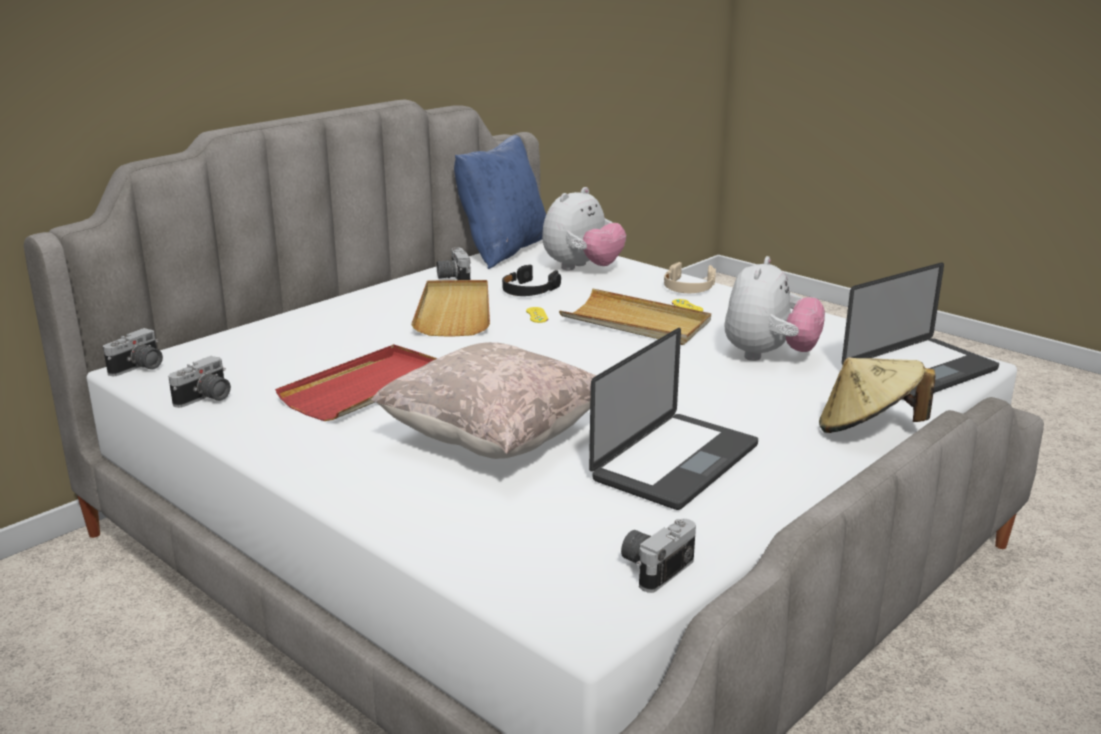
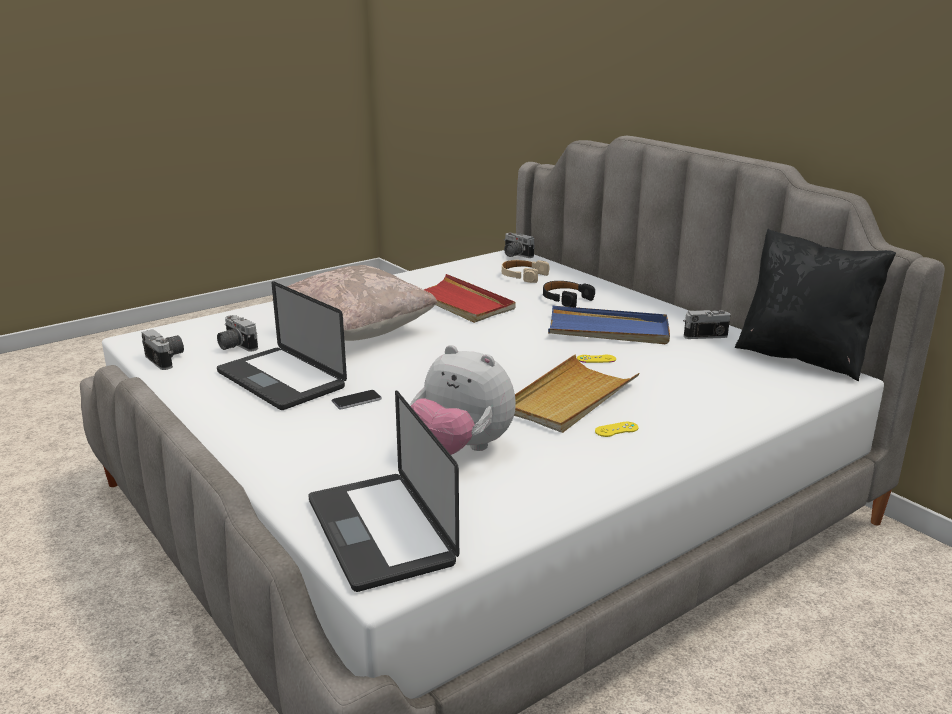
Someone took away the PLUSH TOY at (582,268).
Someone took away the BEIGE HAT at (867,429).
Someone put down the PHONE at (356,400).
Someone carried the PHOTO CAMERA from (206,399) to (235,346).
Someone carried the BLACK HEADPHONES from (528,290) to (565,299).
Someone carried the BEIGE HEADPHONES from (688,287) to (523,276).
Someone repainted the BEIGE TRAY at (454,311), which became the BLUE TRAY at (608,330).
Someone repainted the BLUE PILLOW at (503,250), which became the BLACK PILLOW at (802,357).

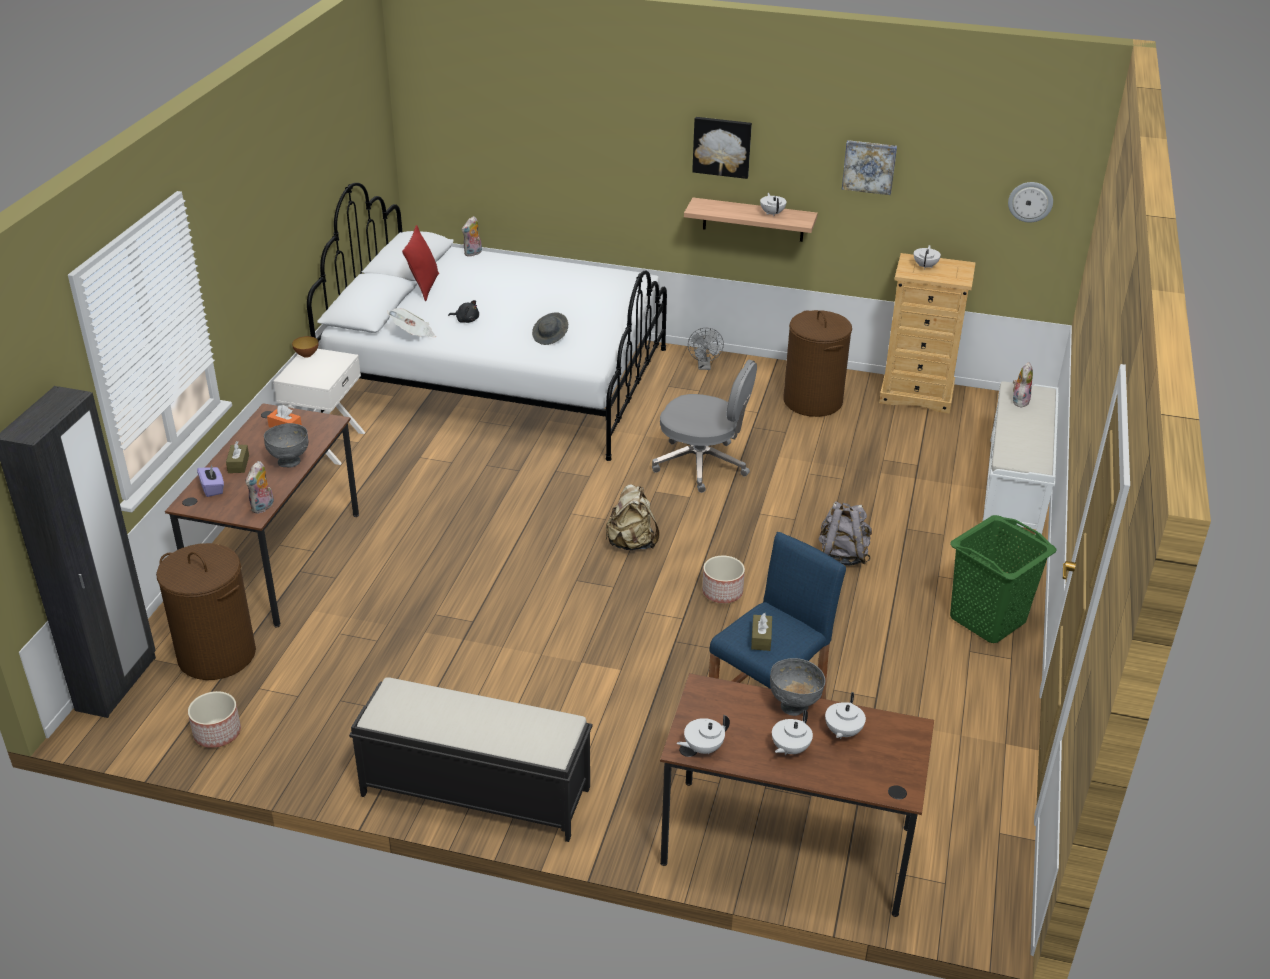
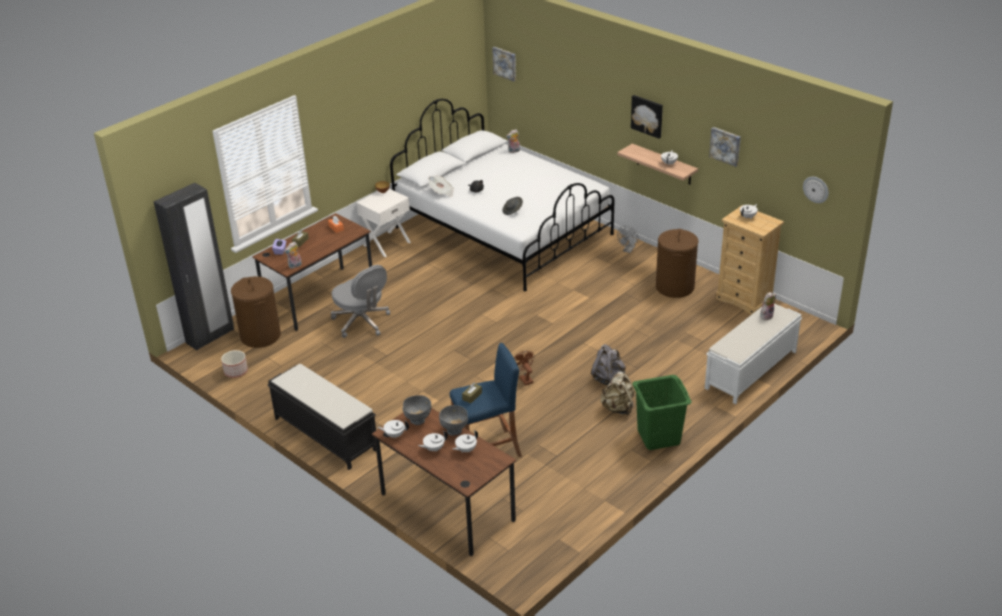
Someone took away the RED PILLOW at (424,287).
Someone put up the PICTURE at (505,63).
Someone carried the GREY BOWL from (290,462) to (418,421).
Someone carried the BEIGE BACKPACK from (631,543) to (618,408).
Someone carried the GREY OFFICE CHAIR from (702,465) to (362,322).
Someone swapped the PLANTER at (722,593) for the BROWN FAN at (524,378).

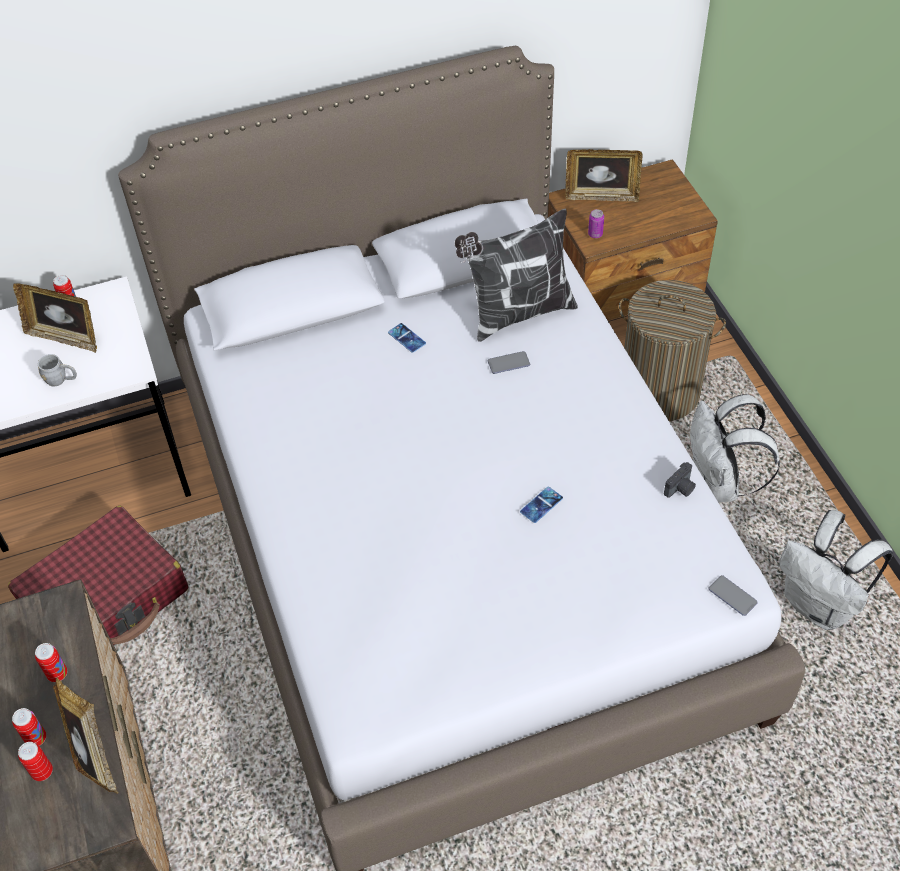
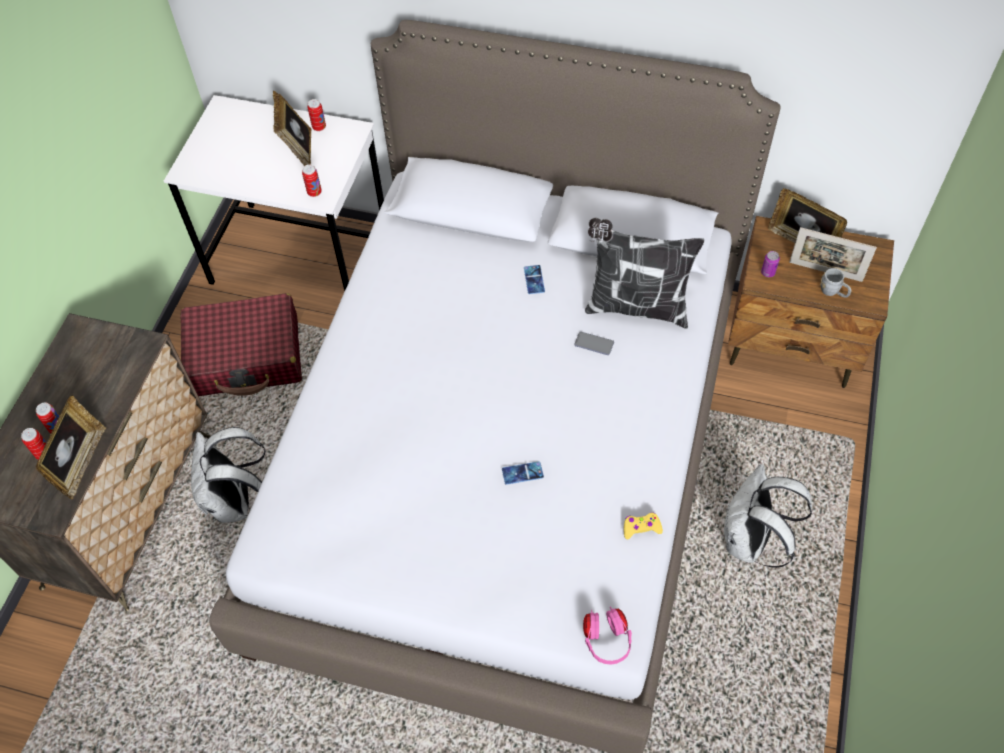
Someone took away the LAUNDRY BASKET at (659,391).
Someone put down the PICTURE FRAME at (825,271).
Someone carried the CAN from (57,674) to (314,192).
Someone carried the GREY MUG from (61,380) to (833,292).
Someone carried the WHITE BACKPACK from (819,605) to (236,502).
Someone swapped the PHOTO CAMERA at (680,489) for the YELLOW GAME CONTROLLER at (641,527).
Someone swapped the PHONE at (732,596) for the PINK HEADPHONES at (606,640).

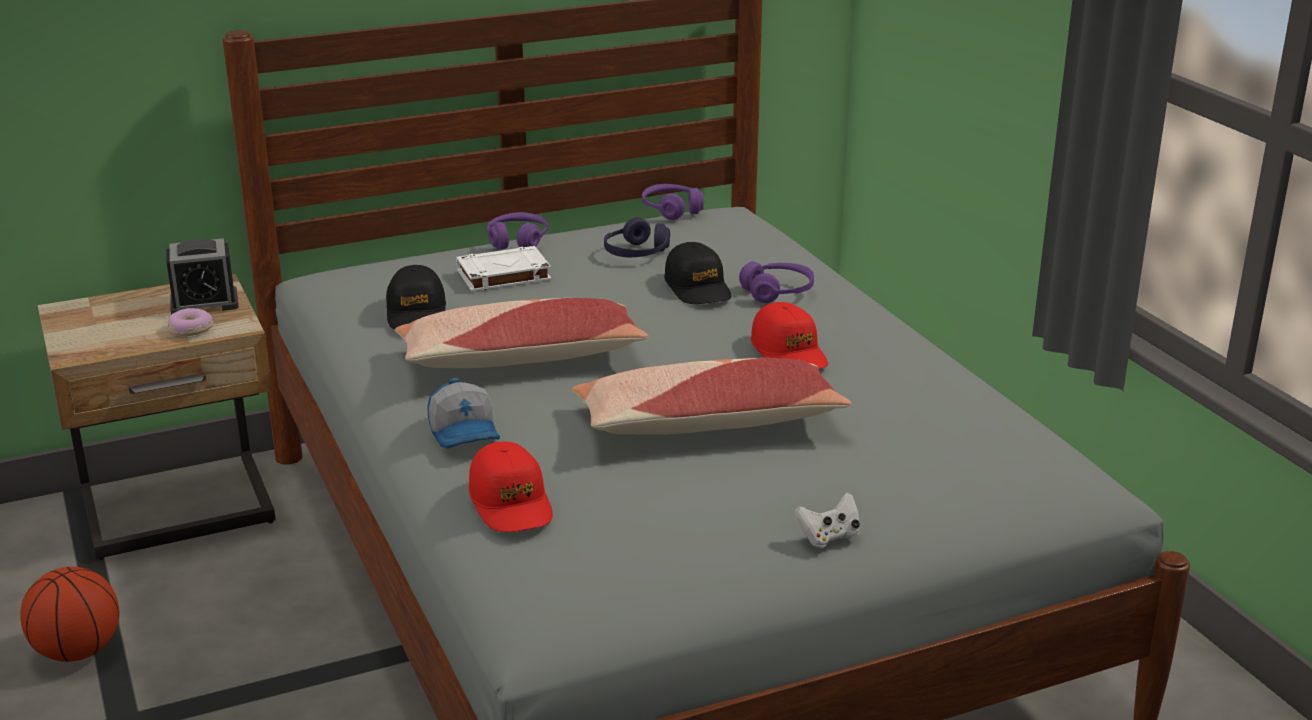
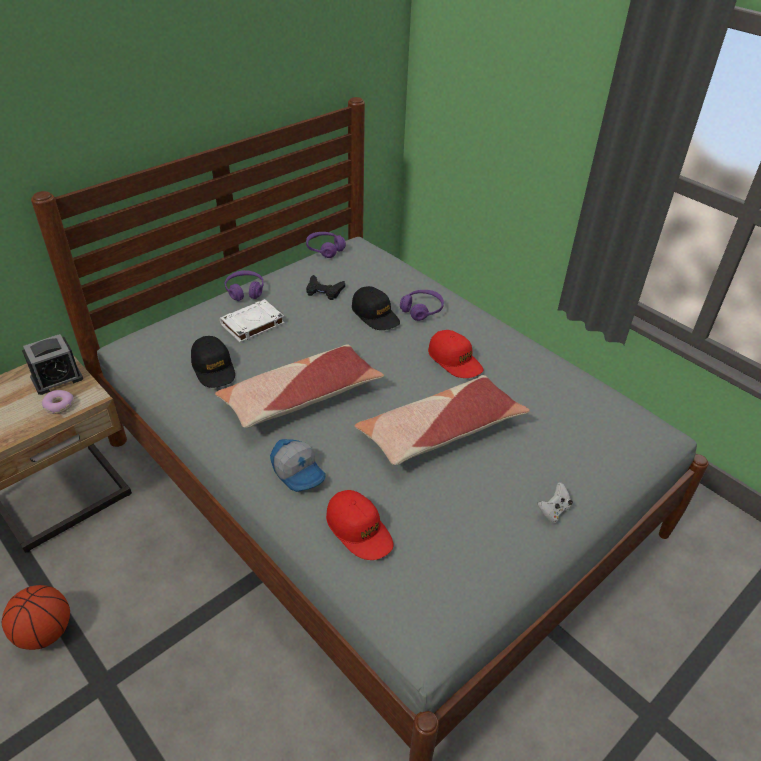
Someone swapped the PURPLE HEADPHONES at (636,253) for the BLACK GAME CONTROLLER at (324,291).

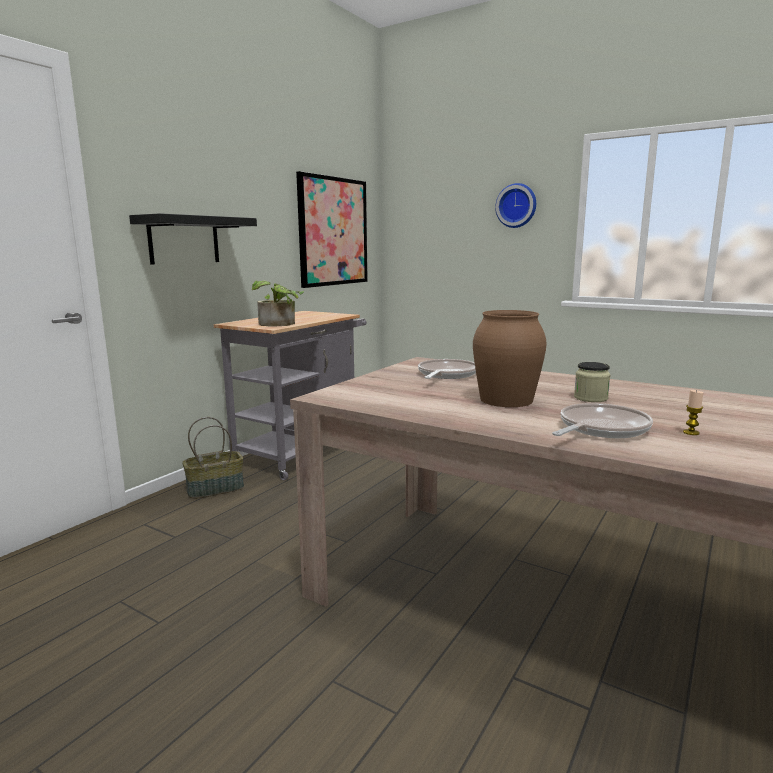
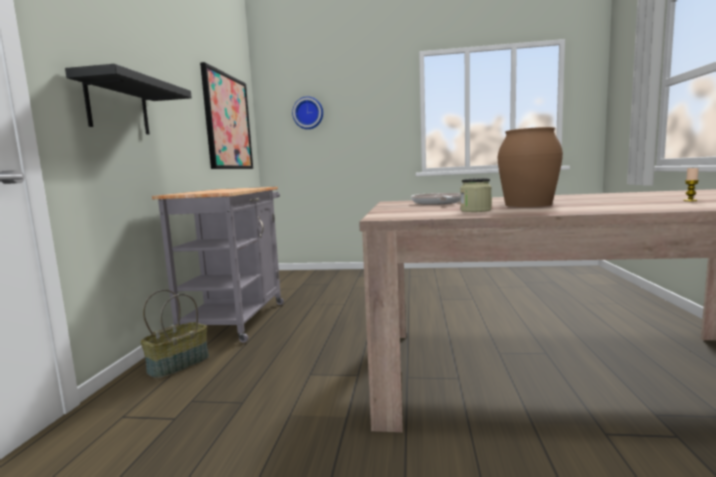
Someone took away the POTTED PLANT at (278,324).
Someone took away the FRYING PAN at (600,429).
Someone carried the WALL CLOCK from (516,206) to (308,113).
Someone carried the JAR from (590,398) to (475,210).

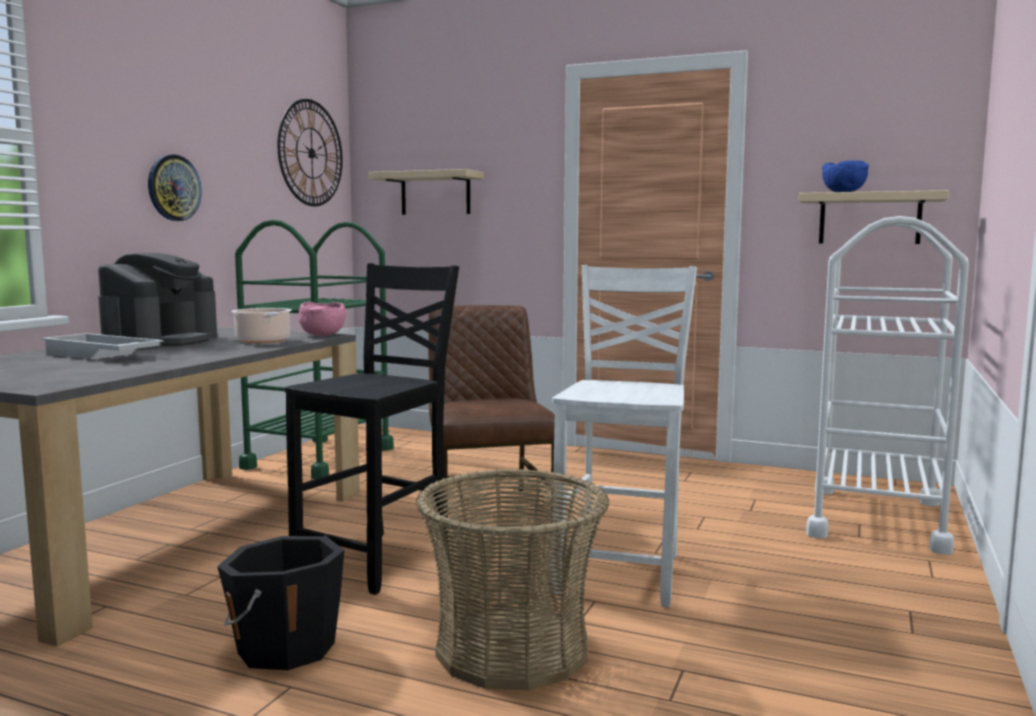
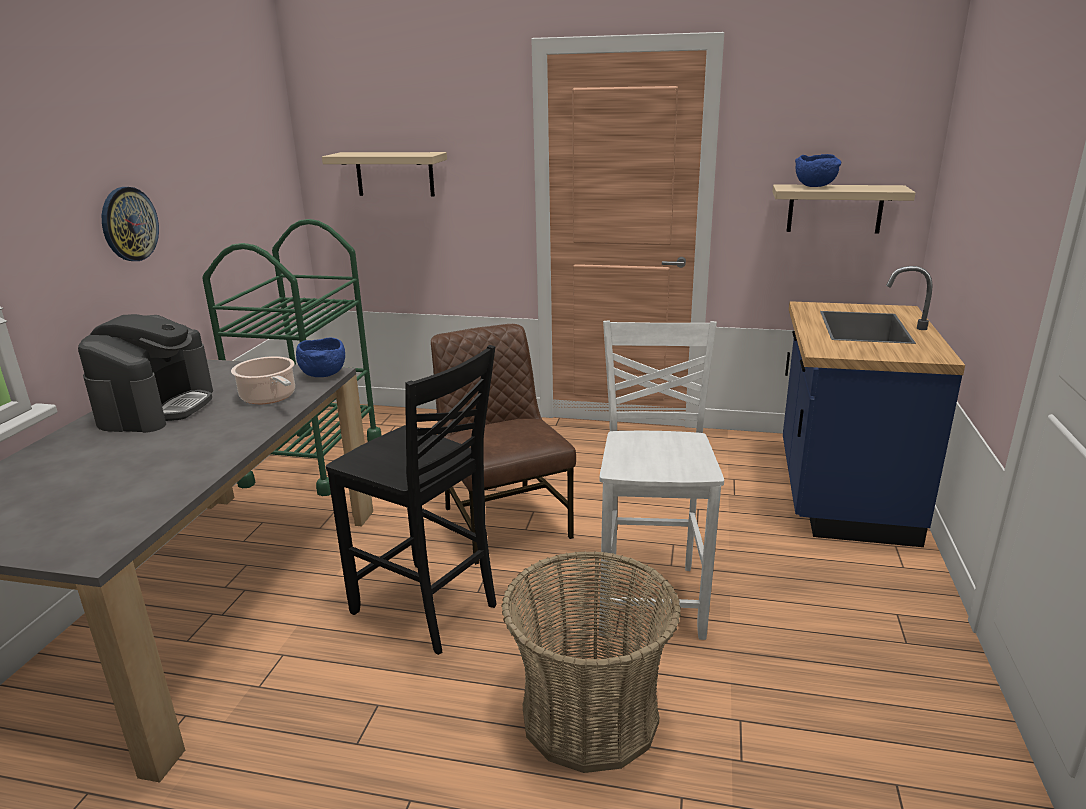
Someone took away the WHITE TRAY at (100,355).
Someone took away the BLACK BUCKET at (284,647).
Someone took away the WALL CLOCK at (311,153).
Someone swapped the WHITE CART at (877,519) for the BLUE COUNTER at (840,495).
Someone repainted the PINK BOWL at (323,335), which became the BLUE BOWL at (323,374).
Someone rotated the BLACK CHAIR at (378,560) by 105 degrees clockwise.

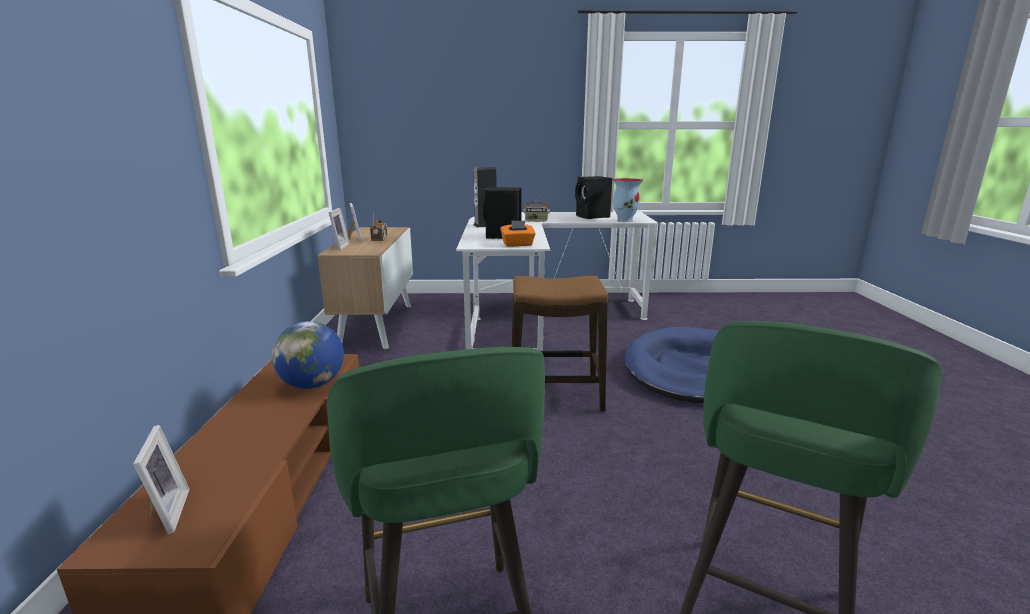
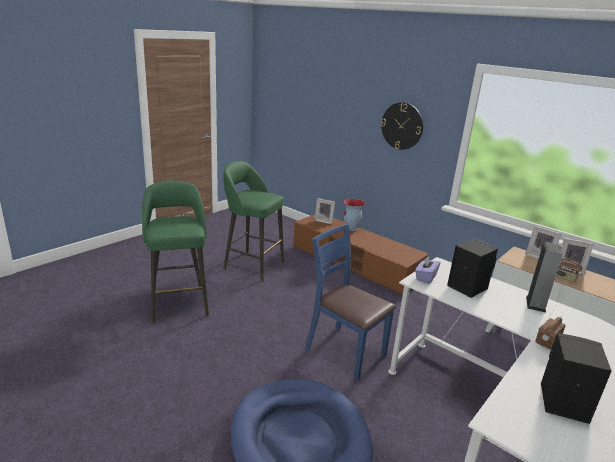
Someone took away the GLOBE at (312,384).
Someone put up the WALL CLOCK at (402,126).
Someone carried the VASE from (625,220) to (351,228).
Someone swapped the STOOL at (554,396) for the BLUE CHAIR at (344,351).
Someone repainted the ORANGE TISSUE BOX at (517,245), which became the PURPLE TISSUE BOX at (425,277).

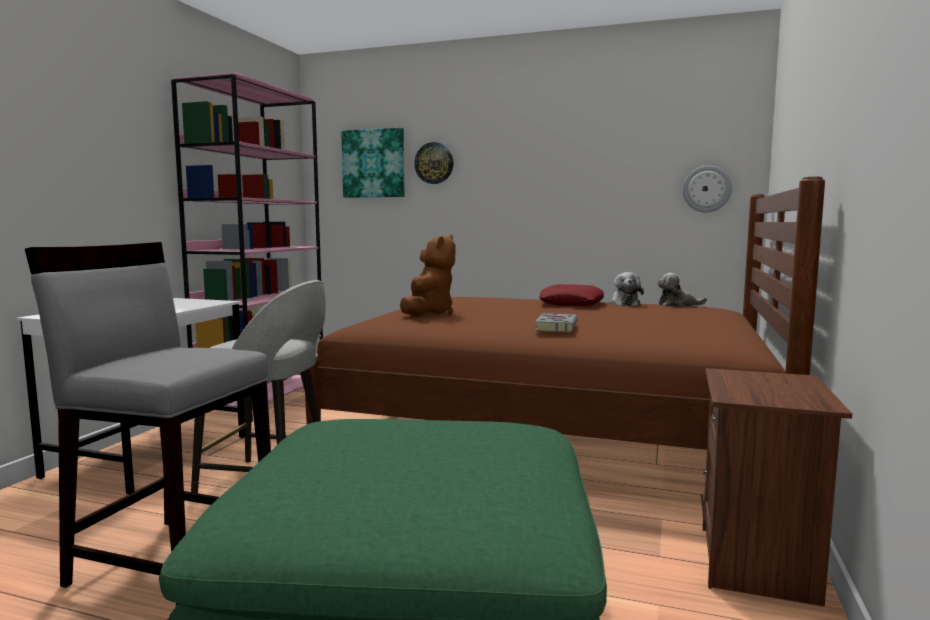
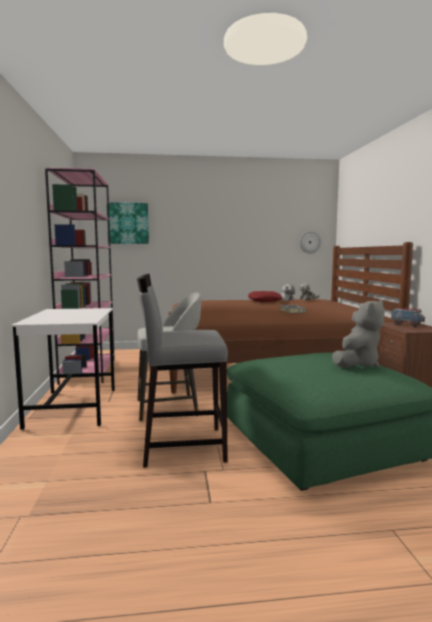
Someone took away the BROWN PLUSH TOY at (428,313).
Someone took away the WALL CLOCK at (434,163).
Someone put down the GREY PLUSH TOY at (356,364).
Someone put down the TOY TRUCK at (407,325).

